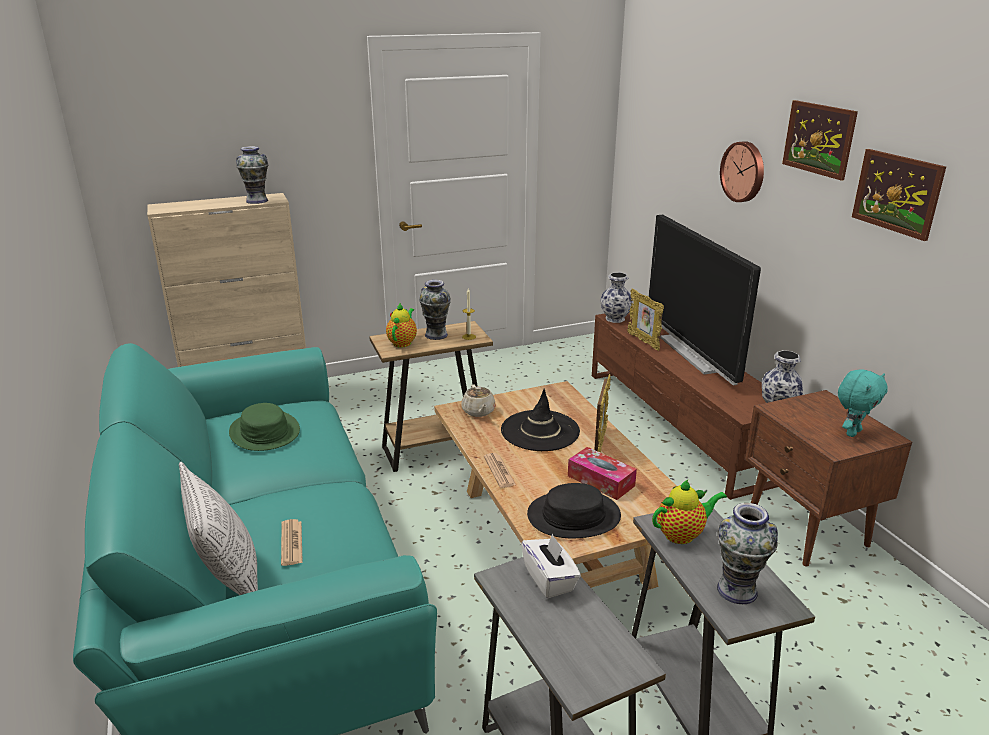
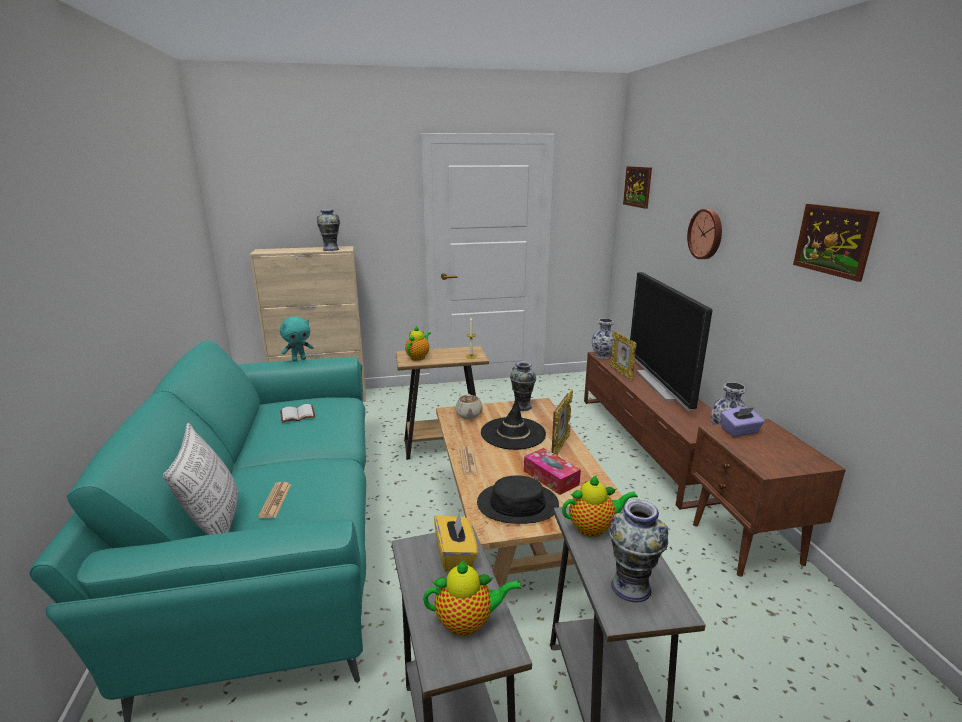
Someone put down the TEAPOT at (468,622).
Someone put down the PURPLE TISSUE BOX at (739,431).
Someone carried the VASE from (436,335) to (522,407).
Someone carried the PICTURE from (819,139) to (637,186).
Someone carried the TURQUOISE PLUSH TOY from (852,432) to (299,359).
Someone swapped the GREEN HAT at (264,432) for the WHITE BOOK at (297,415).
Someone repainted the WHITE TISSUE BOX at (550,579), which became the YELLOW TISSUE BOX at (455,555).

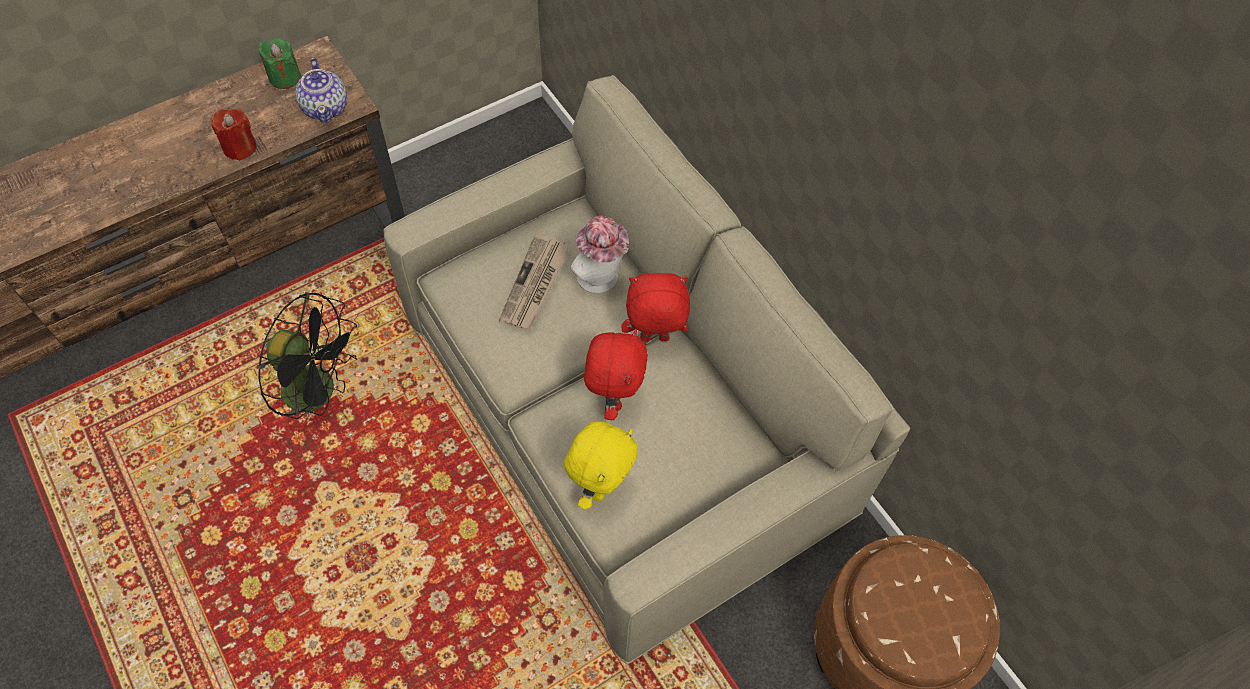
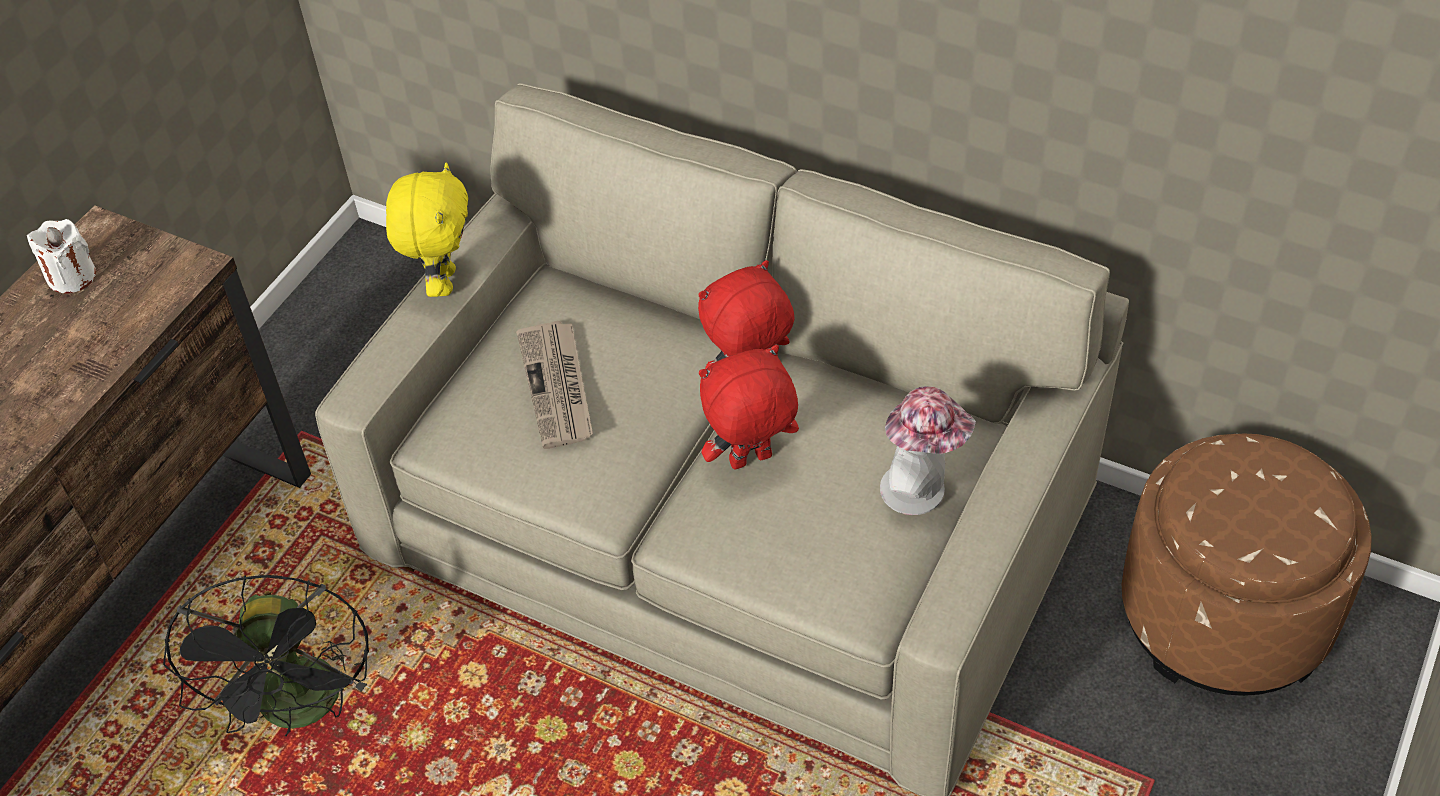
Someone took away the RED CANDLE at (240,147).
Someone took away the TEAPOT at (326,107).
Someone carried the YELLOW PLUSH TOY from (600,486) to (442,282).
Someone carried the HAT from (601,280) to (921,490).
Someone repainted the GREEN CANDLE at (285,77), which became the WHITE CANDLE at (72,276).
Someone rotated the BLACK FAN at (320,392) by 90 degrees clockwise.
Someone rotated the RED PLUSH TOY at (613,398) by 90 degrees counterclockwise.

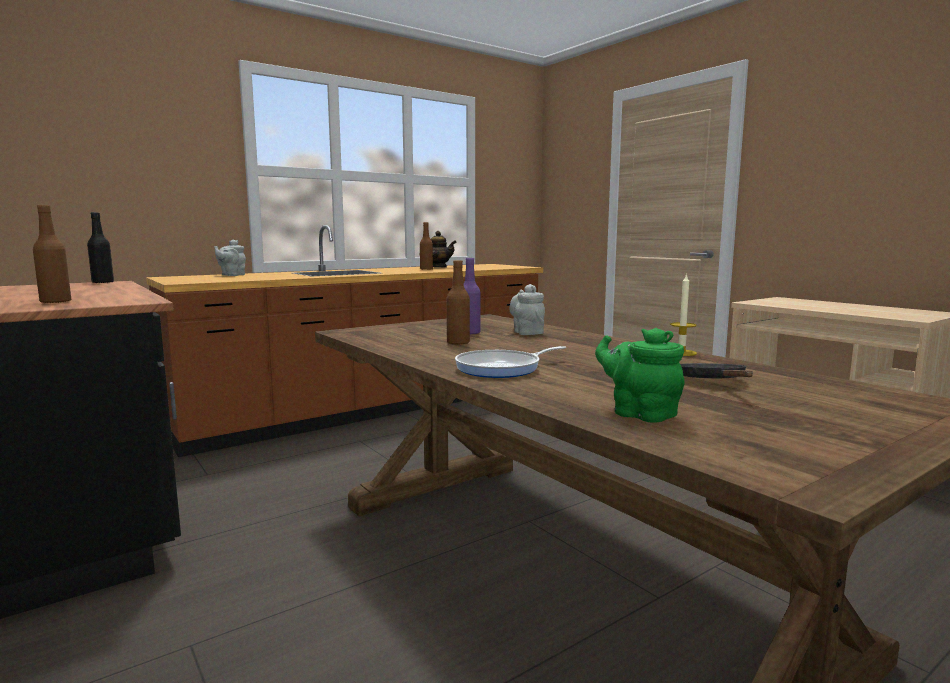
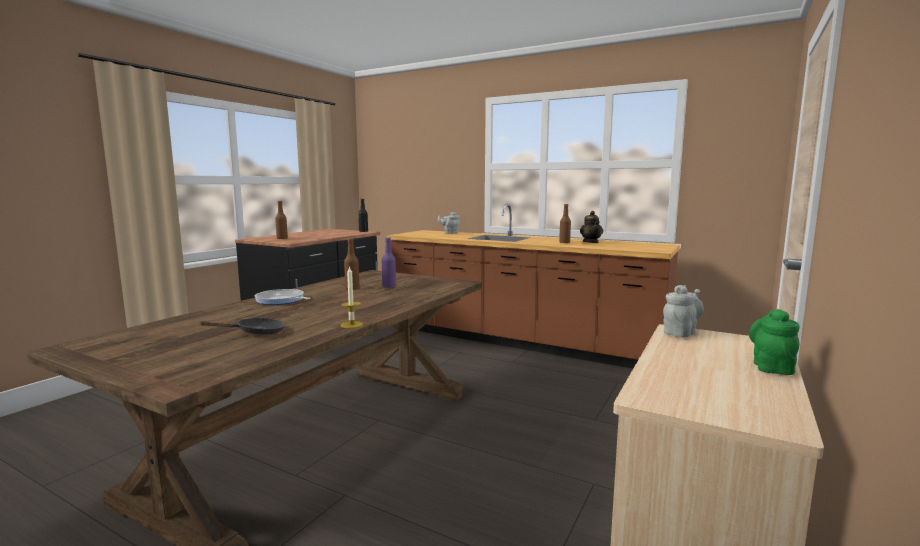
Someone carried the GREY TEAPOT from (527,332) to (680,332).
Someone carried the GREEN TEAPOT from (639,413) to (771,367).

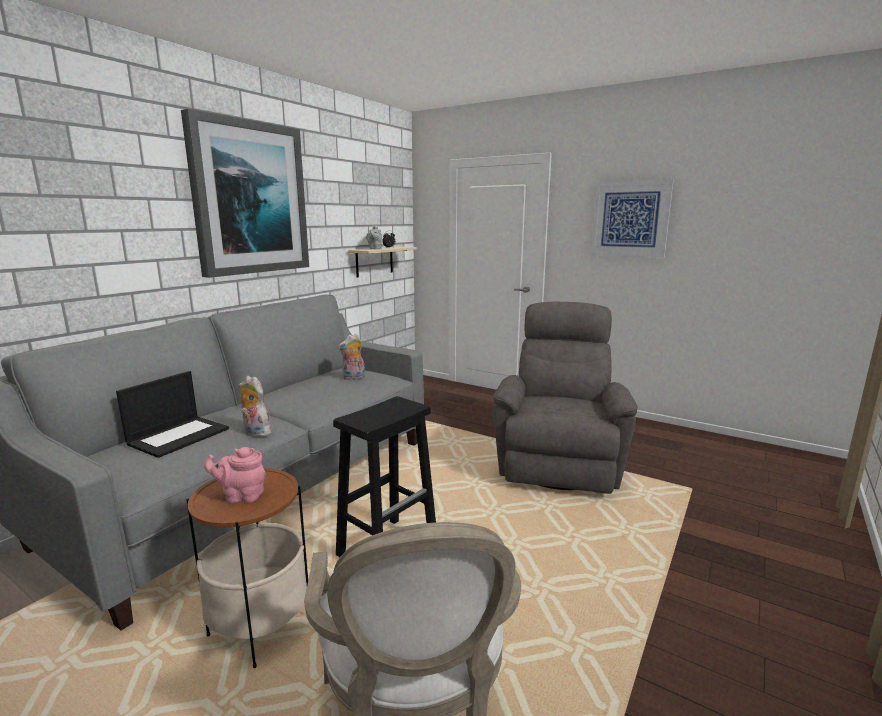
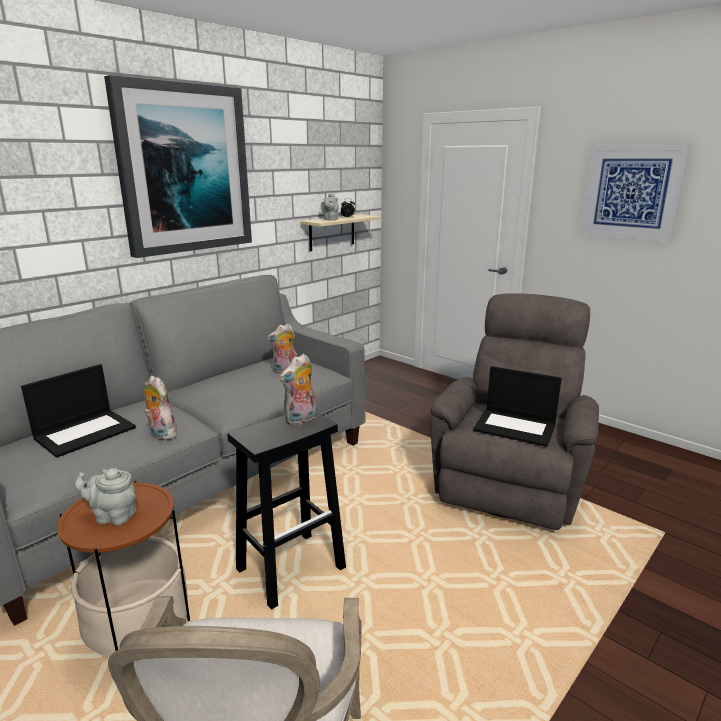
Someone put down the PLUSH TOY at (301,420).
Someone put down the LAPTOP at (516,427).
Someone repainted the PINK TEAPOT at (241,496), which became the GREY TEAPOT at (113,516).

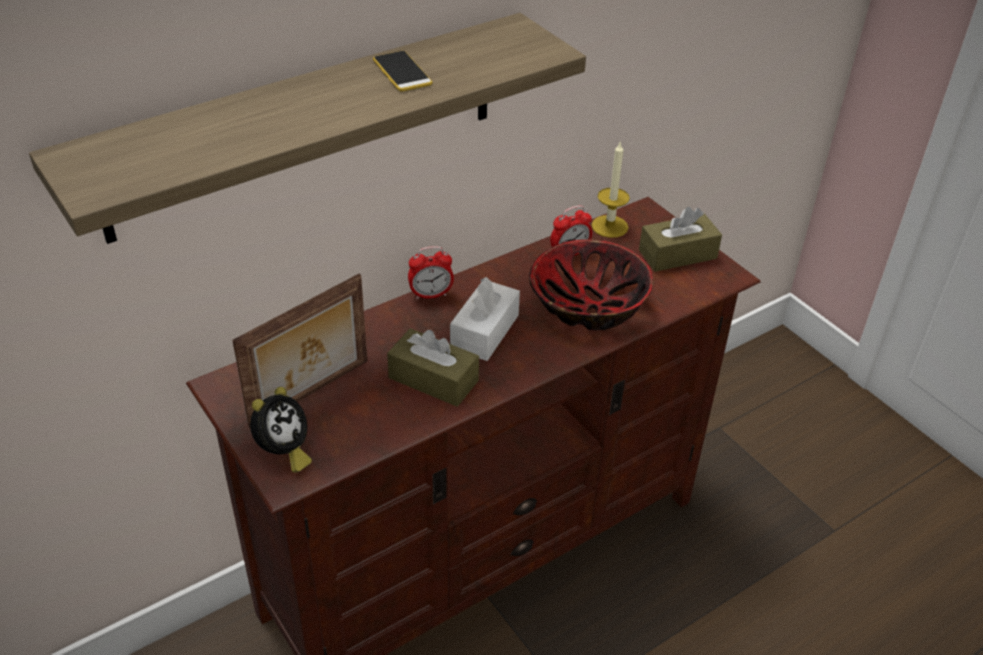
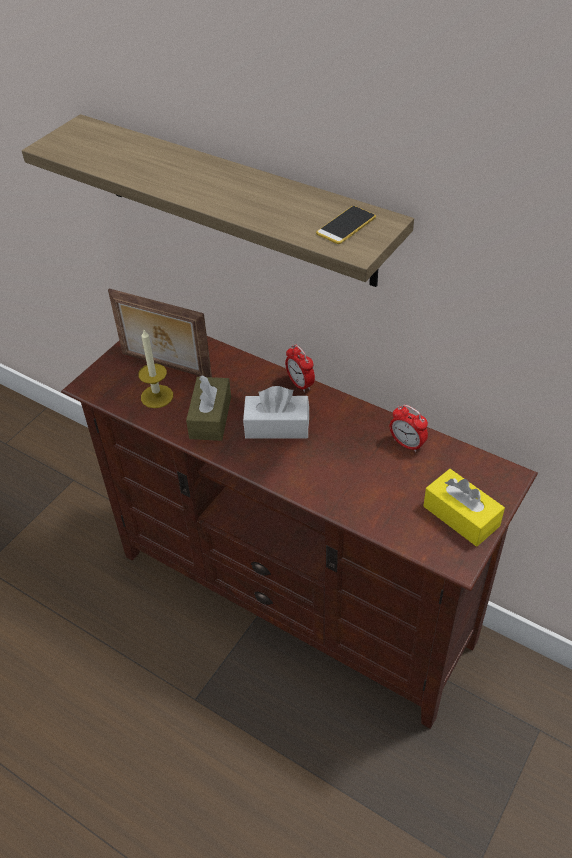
Someone took away the ALARM CLOCK at (283,453).
Someone took away the BOWL at (587,306).
Someone carried the PHONE from (402,72) to (346,225).
Someone carried the CANDLE from (609,226) to (157,396).
Someone repainted the BROWN TISSUE BOX at (677,254), which became the YELLOW TISSUE BOX at (461,516).

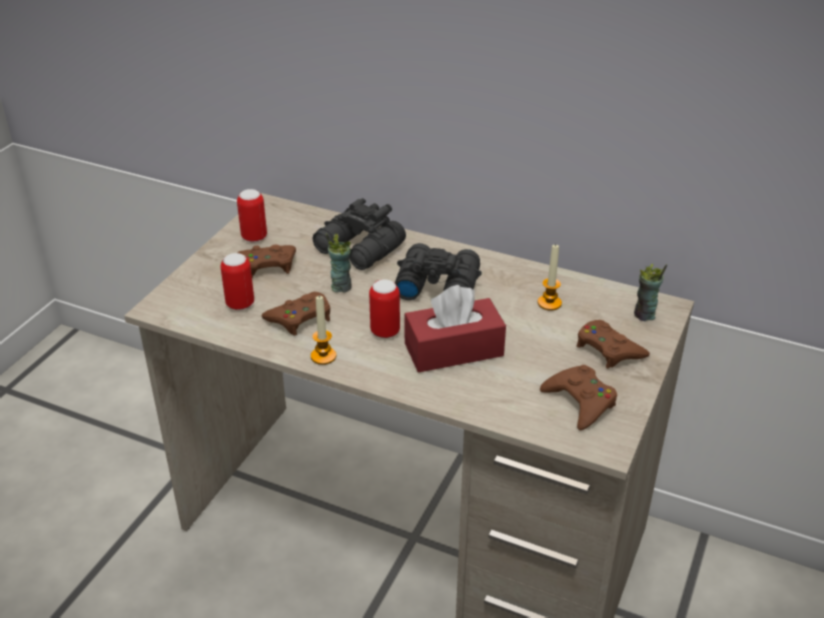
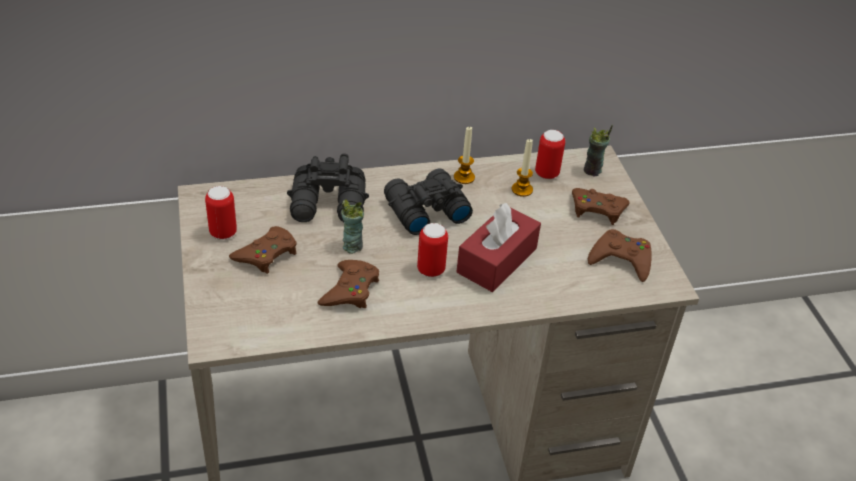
Someone carried the CAN from (240,304) to (546,174).
Someone carried the CANDLE from (323,356) to (464,177).

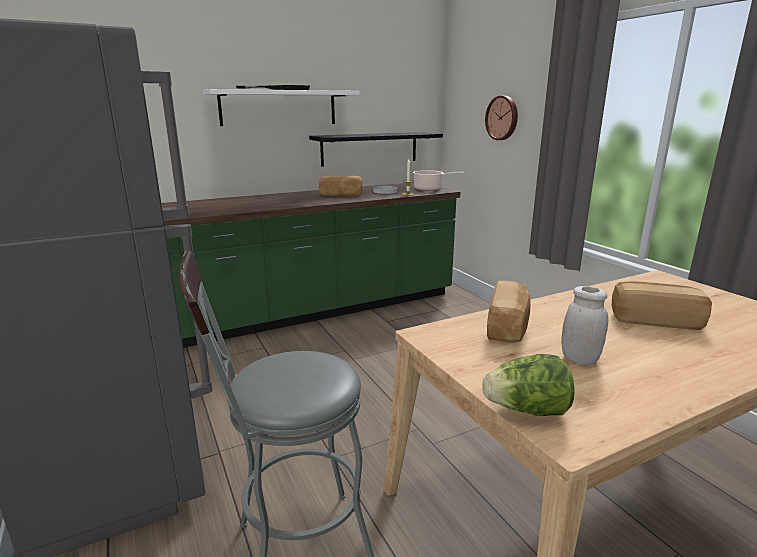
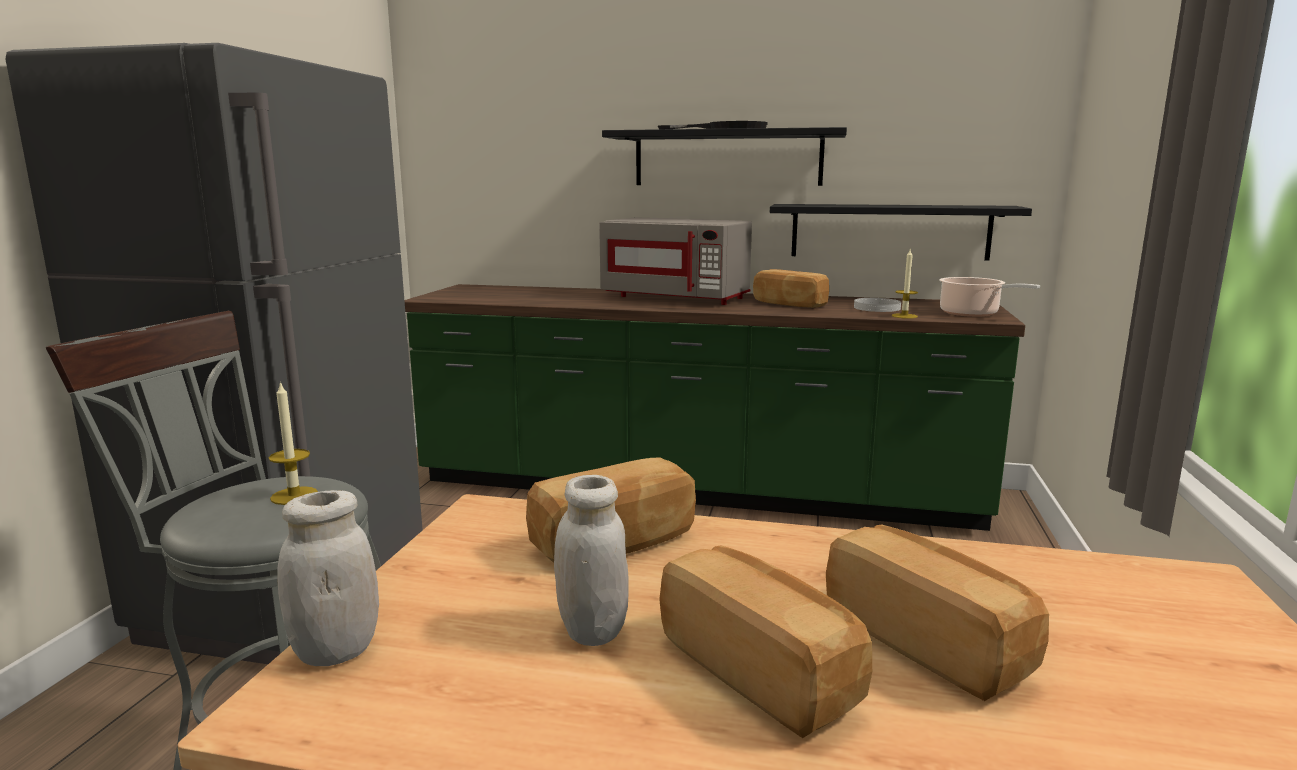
Someone took away the WALL CLOCK at (502,118).
Someone put down the CANDLE at (294,496).
Someone put down the GREY MICROWAVE at (676,298).
Someone put down the BREAD at (759,670).
Someone swapped the LETTUCE at (527,410) for the WHITE JAR at (336,651).
Someone repainted the WHITE SHELF at (279,108), which became the BLACK SHELF at (727,158).

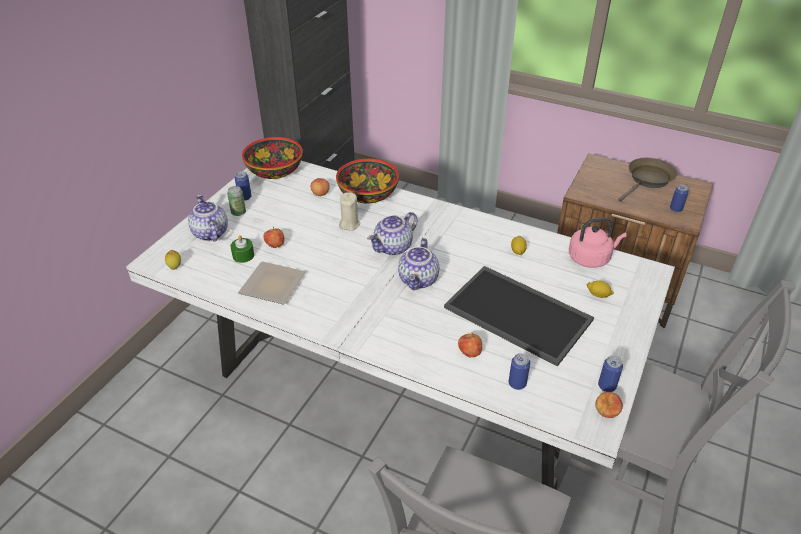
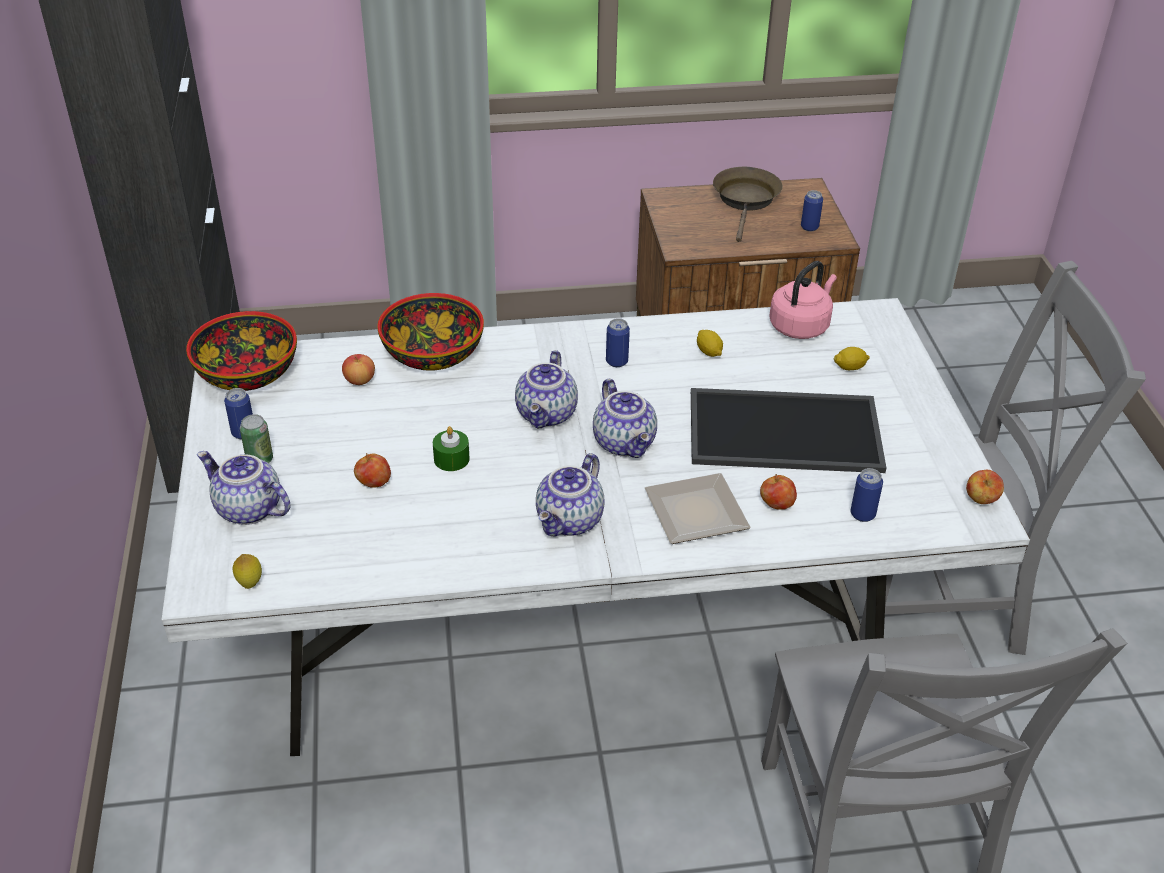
Someone took away the BEIGE CANDLE at (349,224).
Someone put down the TEAPOT at (571,521).
Someone carried the GREEN CANDLE from (243,255) to (451,459).
Someone carried the PLATE from (272,284) to (692,511).
Someone carried the CAN from (606,386) to (616,361).

